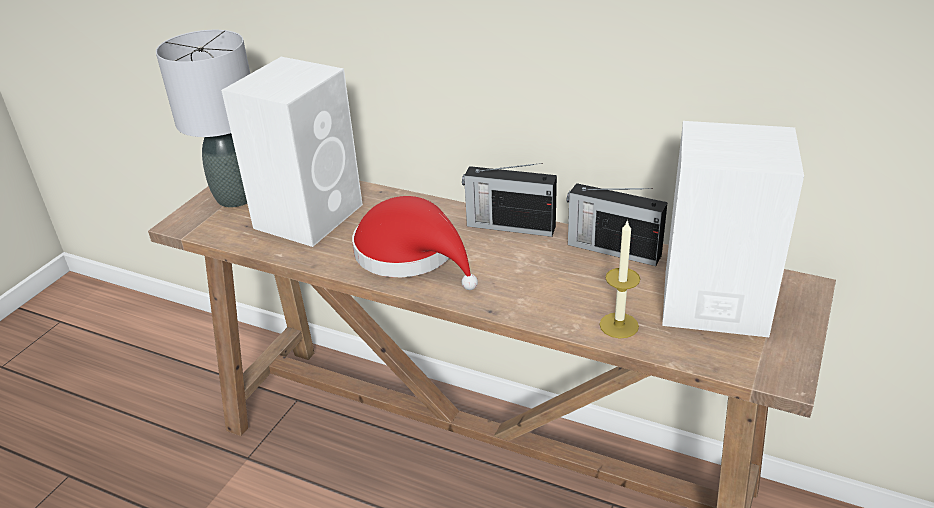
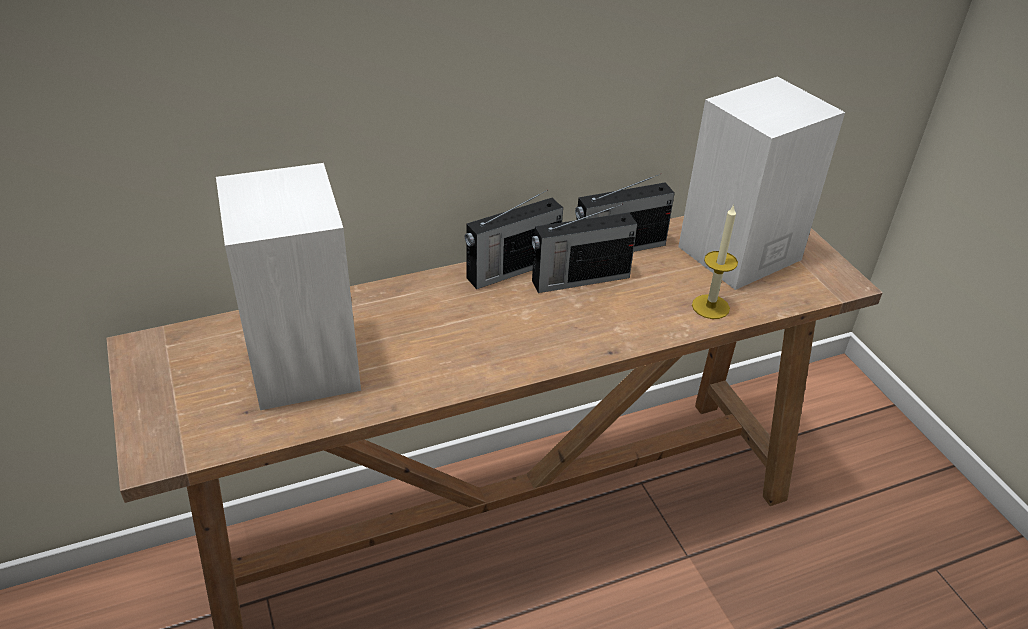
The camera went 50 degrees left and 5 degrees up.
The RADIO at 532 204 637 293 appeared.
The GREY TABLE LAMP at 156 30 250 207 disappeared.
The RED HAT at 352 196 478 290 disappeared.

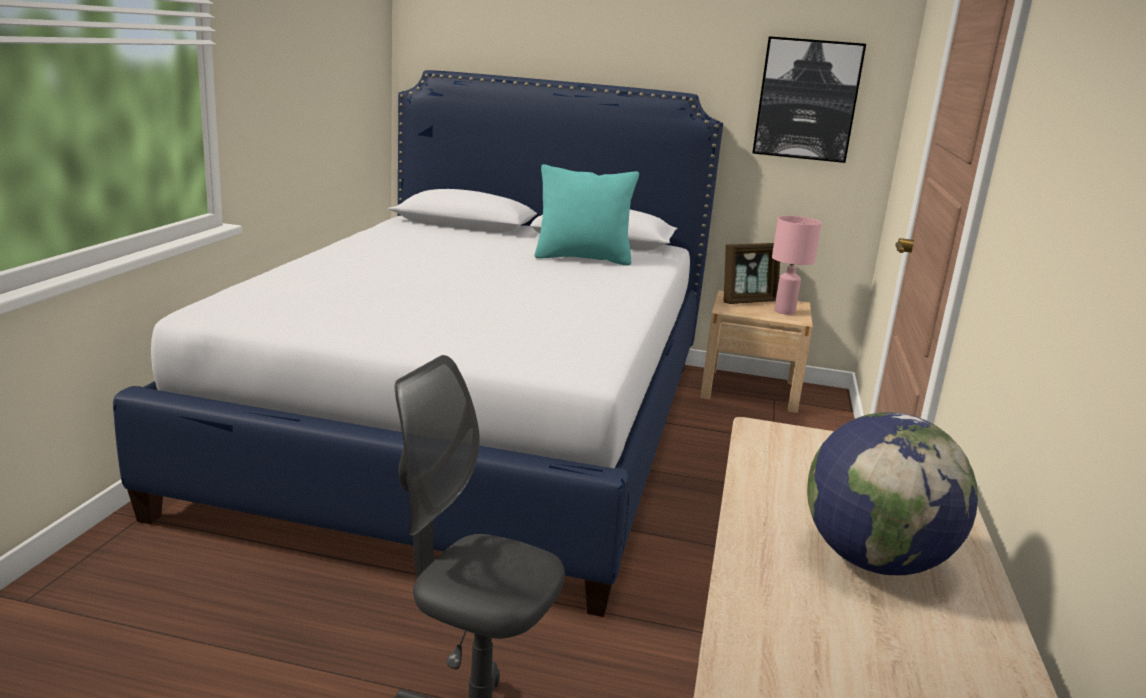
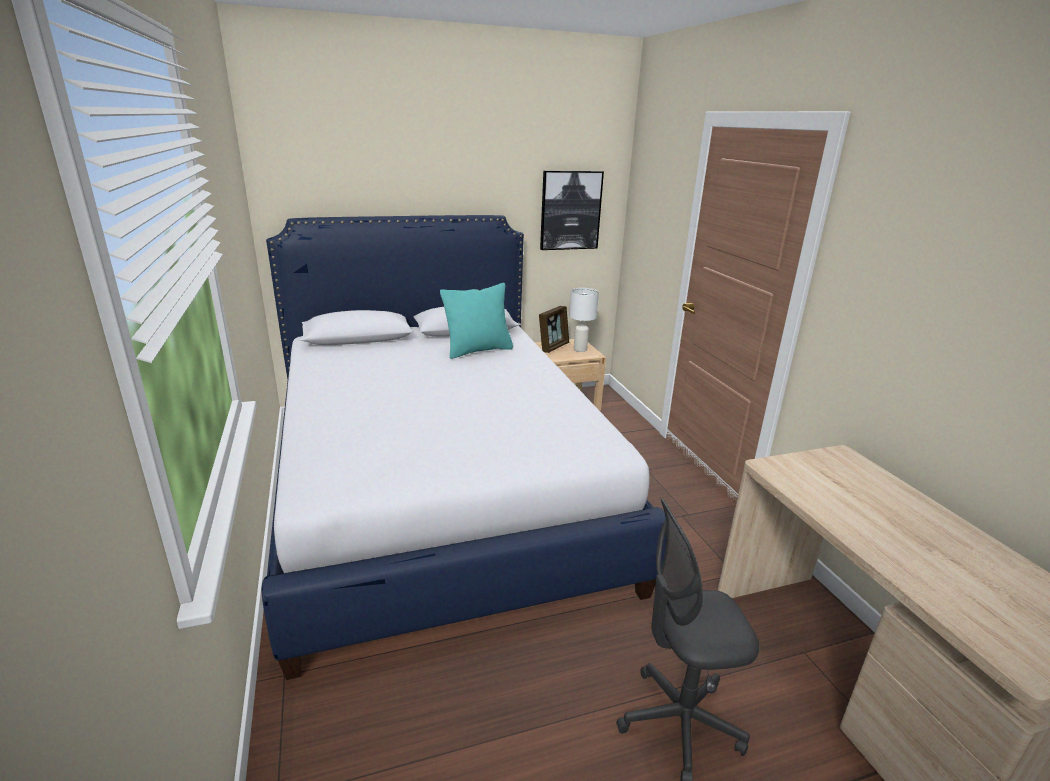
The camera went 30 degrees left and 5 degrees up.
The PINK TABLE LAMP at 772 216 822 315 became the WHITE TABLE LAMP at 569 288 599 352.
The GLOBE at 807 412 978 575 disappeared.

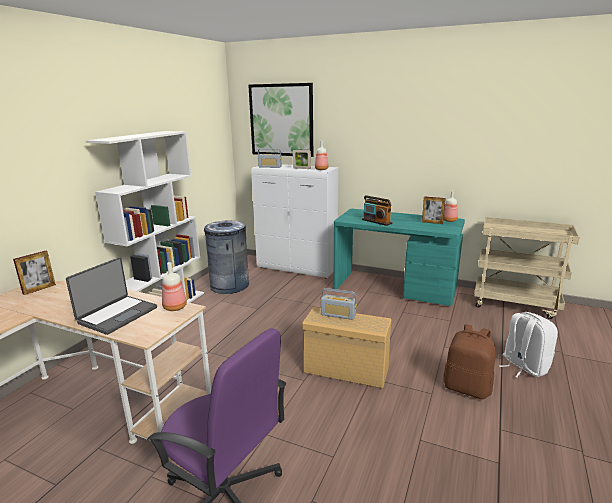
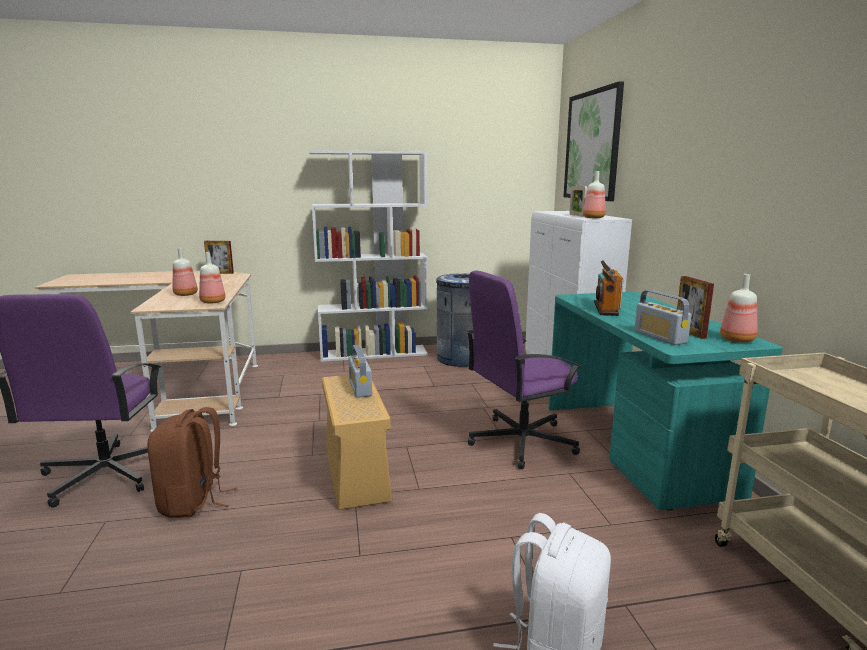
The camera went 55 degrees right and 5 degrees down.
The BROWN BACKPACK moved from 443 324 496 399 to 147 407 237 518.
The LAPTOP at 66 257 157 335 was replaced by the BOTTLE at 173 248 198 296.
The PURPLE OFFICE CHAIR at 466 270 582 469 appeared.
The RADIO moved from 258 148 282 168 to 634 290 692 345.

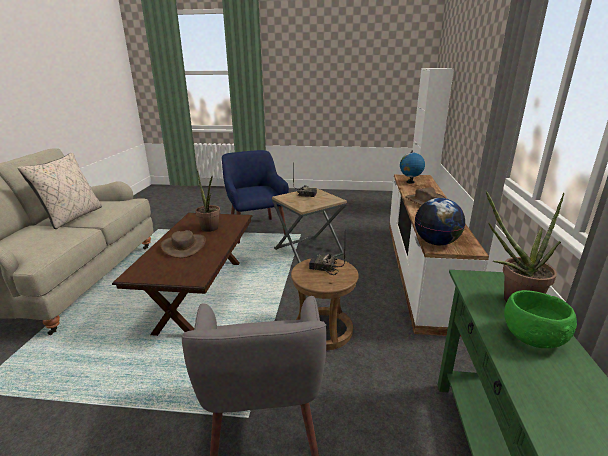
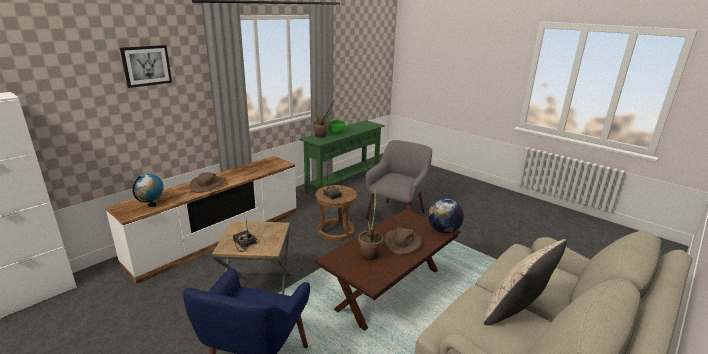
The camera went 145 degrees left and 0 degrees up.
The PICTURE at 120 45 172 88 appeared.
The GLOBE moved from 415 198 465 245 to 428 199 464 233.

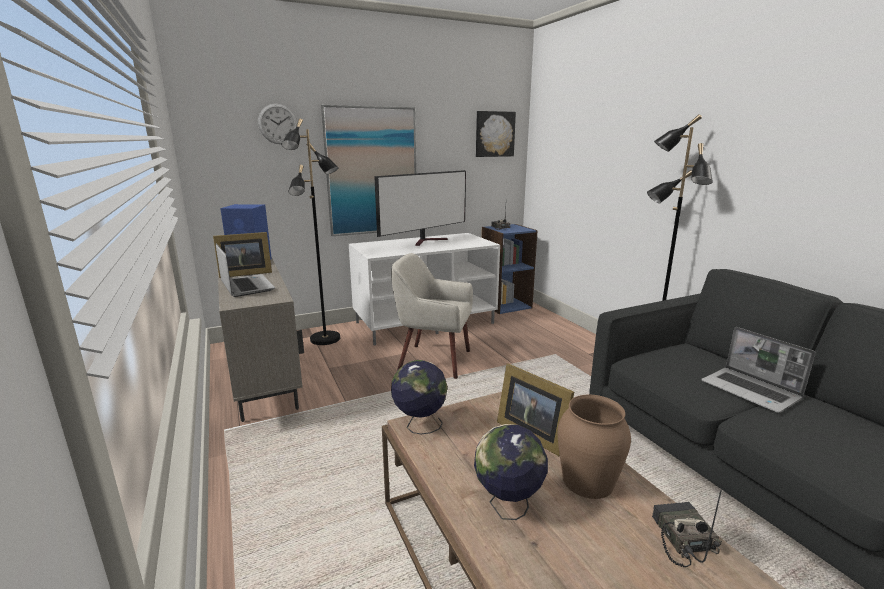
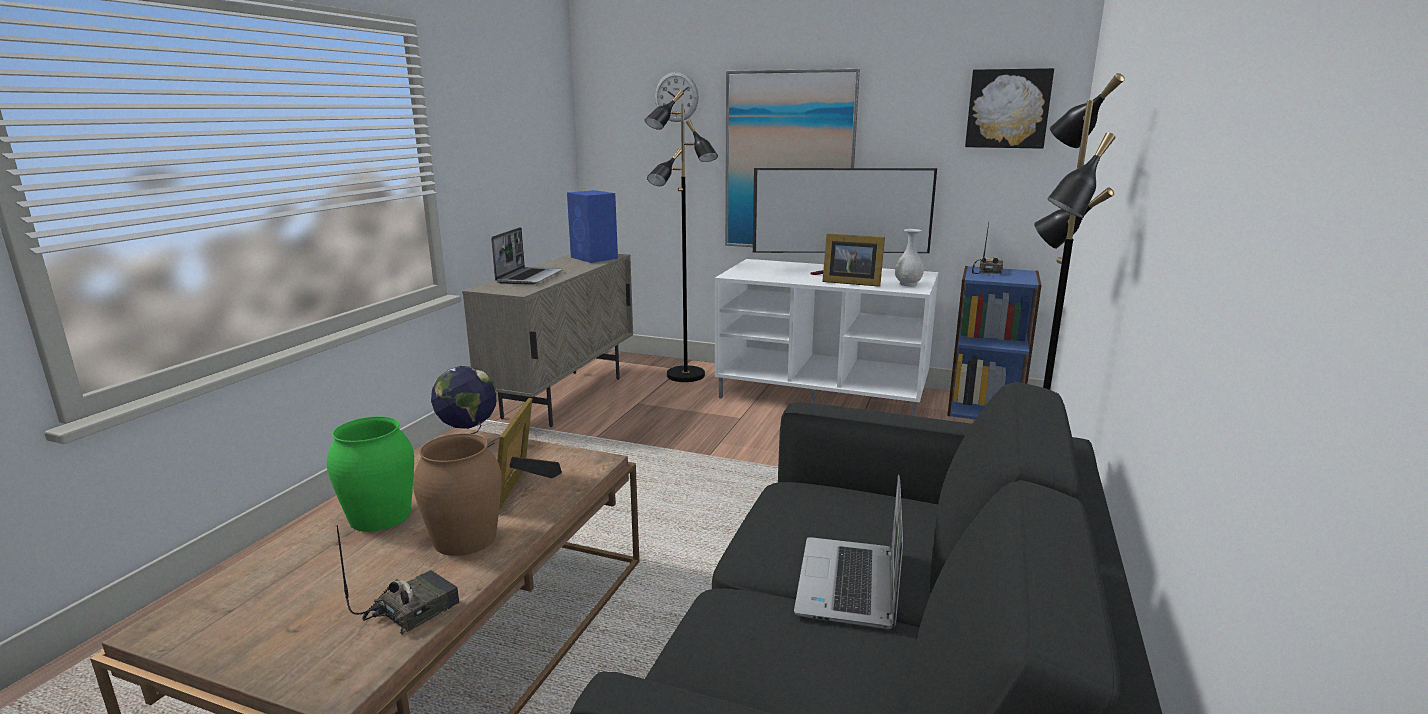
The camera went 45 degrees right and 0 degrees up.
The GLOBE at 474 424 548 520 was replaced by the GREEN VASE at 327 416 414 532.
The PICTURE FRAME moved from 213 232 272 278 to 822 233 885 287.
The WHITE VASE at 895 229 924 286 appeared.
The BEIGE ARMCHAIR at 391 253 473 379 disappeared.

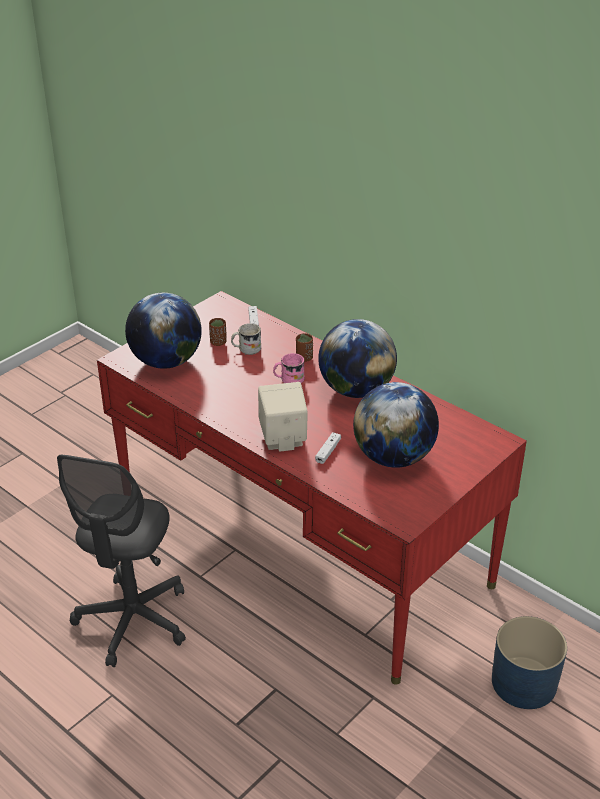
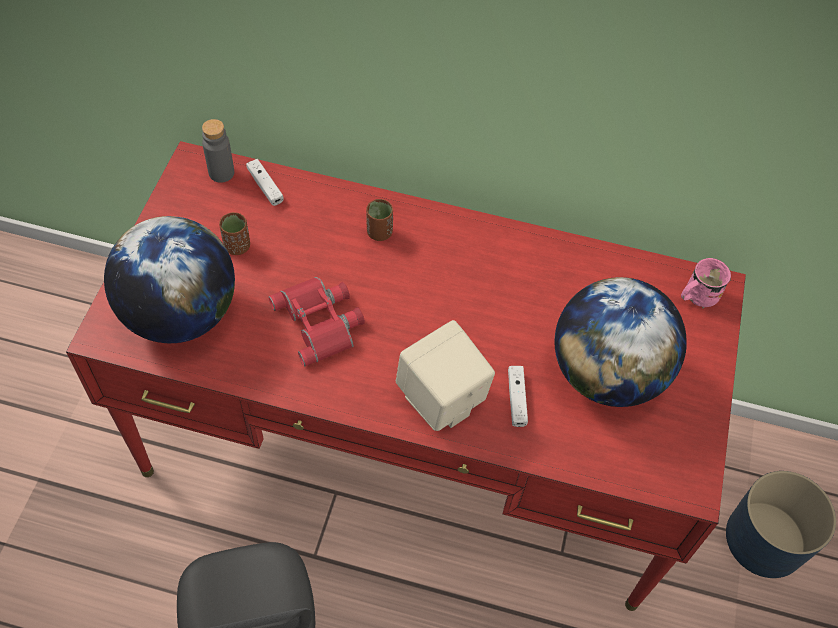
The camera went 30 degrees left and 20 degrees up.
The GREY BOTTLE at 202 119 234 183 appeared.
The RED BINOCULARS at 269 277 365 366 appeared.
The PINK MUG moved from 273 353 304 383 to 681 258 731 309.
The WHITE MUG at 231 323 261 355 disappeared.
The GLOBE at 318 319 397 398 disappeared.

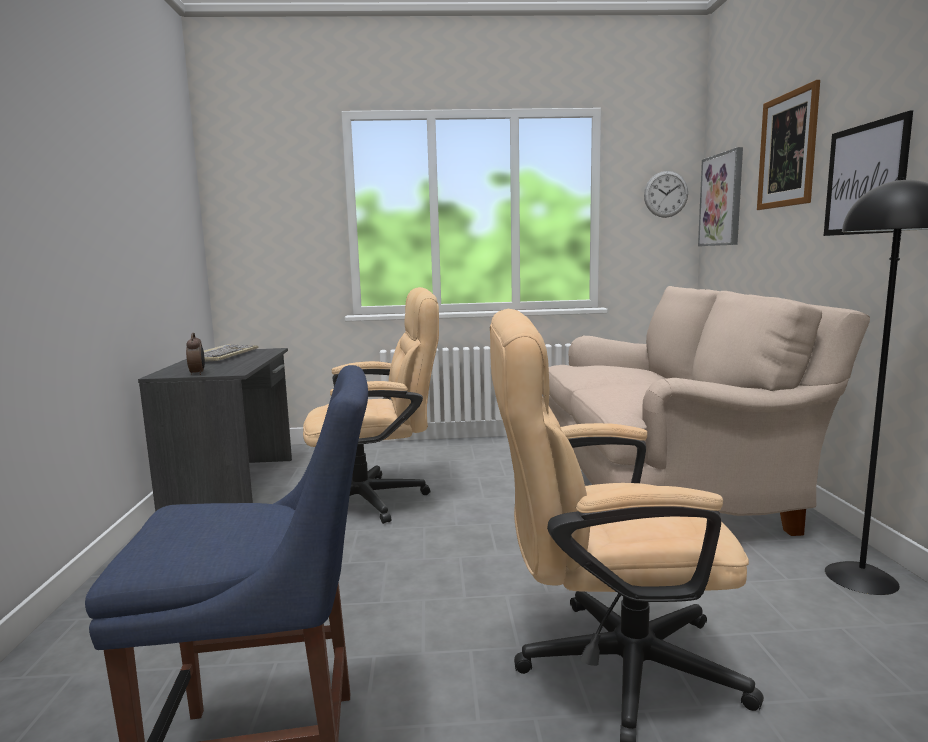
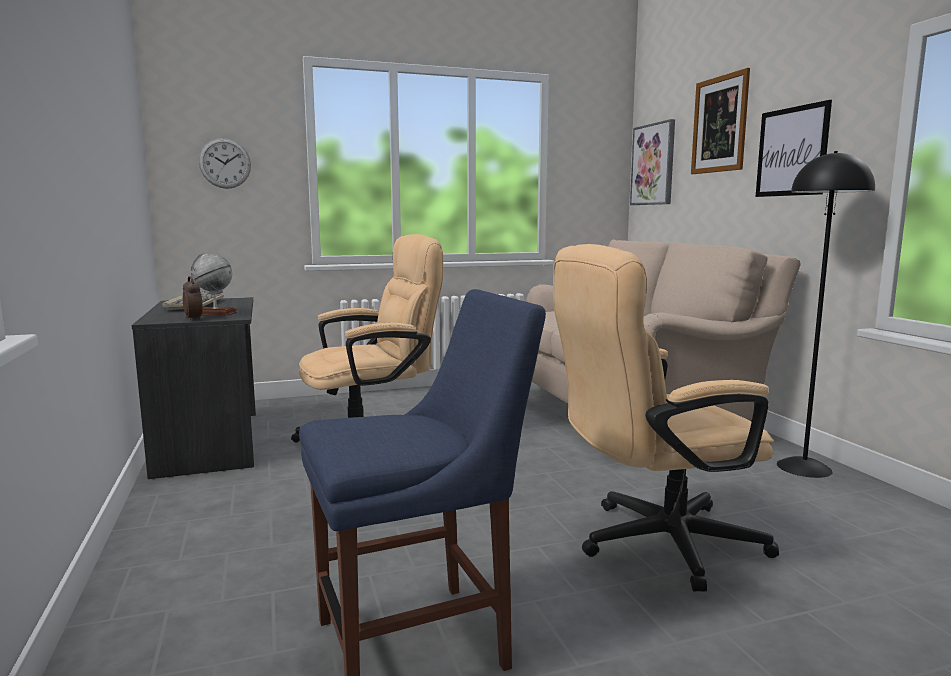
The camera went 15 degrees left and 0 degrees up.
The GLOBE at 191 252 237 316 appeared.
The WALL CLOCK moved from 644 171 688 218 to 199 138 251 189.

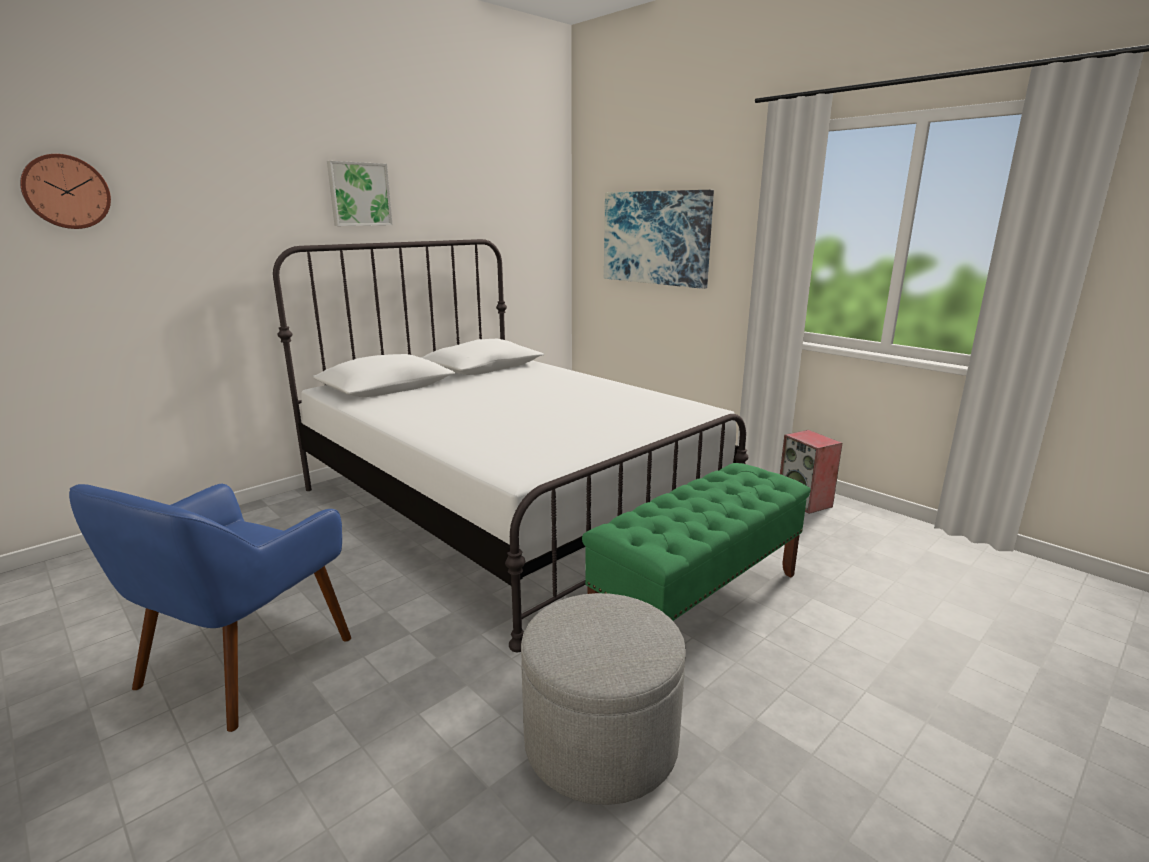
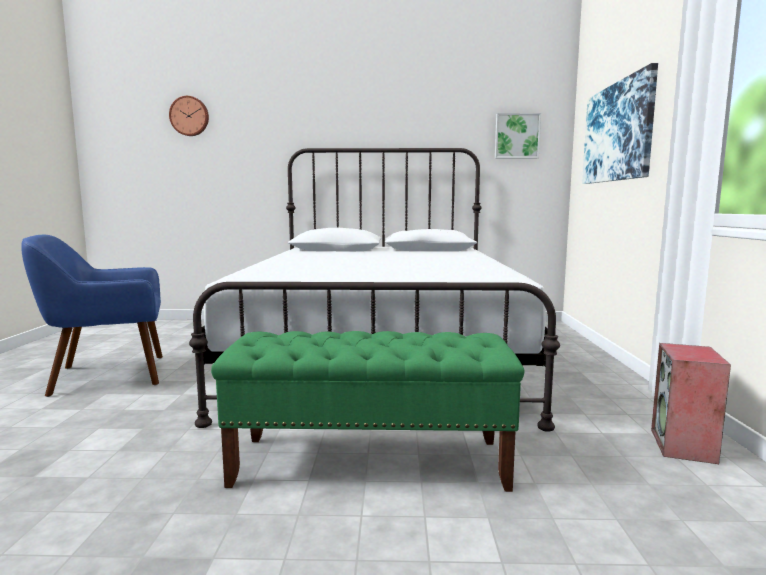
The camera went 45 degrees right and 10 degrees down.
The PICTURE moved from 327 161 393 226 to 495 113 541 159.
The GREY OTTOMAN at 521 593 686 805 disappeared.

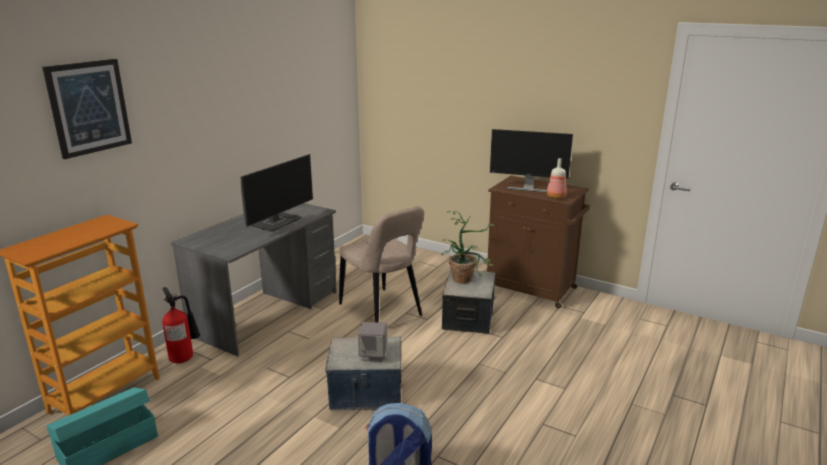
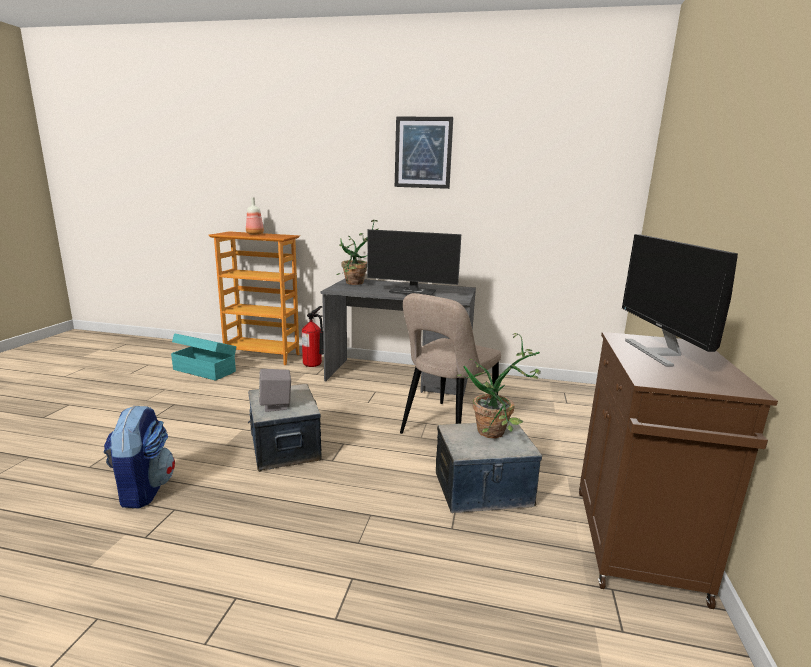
The camera went 70 degrees right and 5 degrees down.
The BOTTLE moved from 547 158 566 199 to 246 197 264 235.
The POTTED PLANT at 337 220 379 285 appeared.
The PICTURE moved from 42 59 132 159 to 395 117 454 189.

